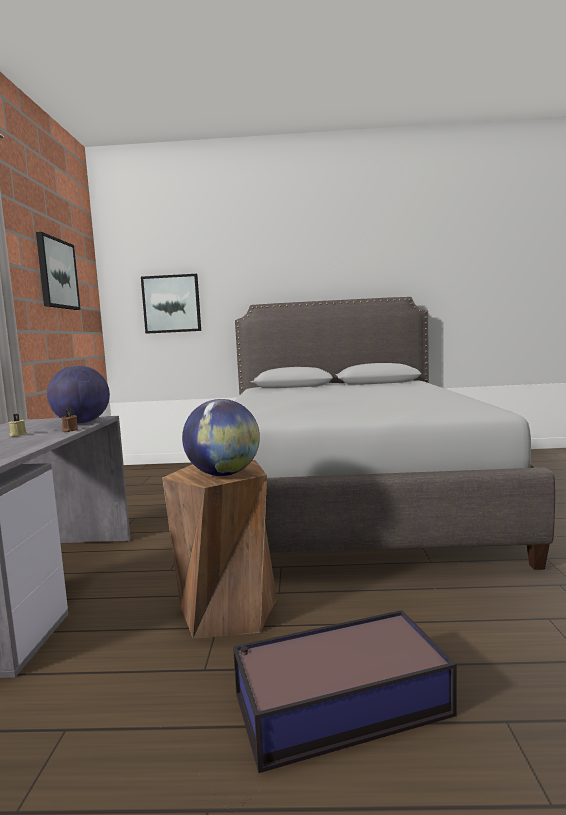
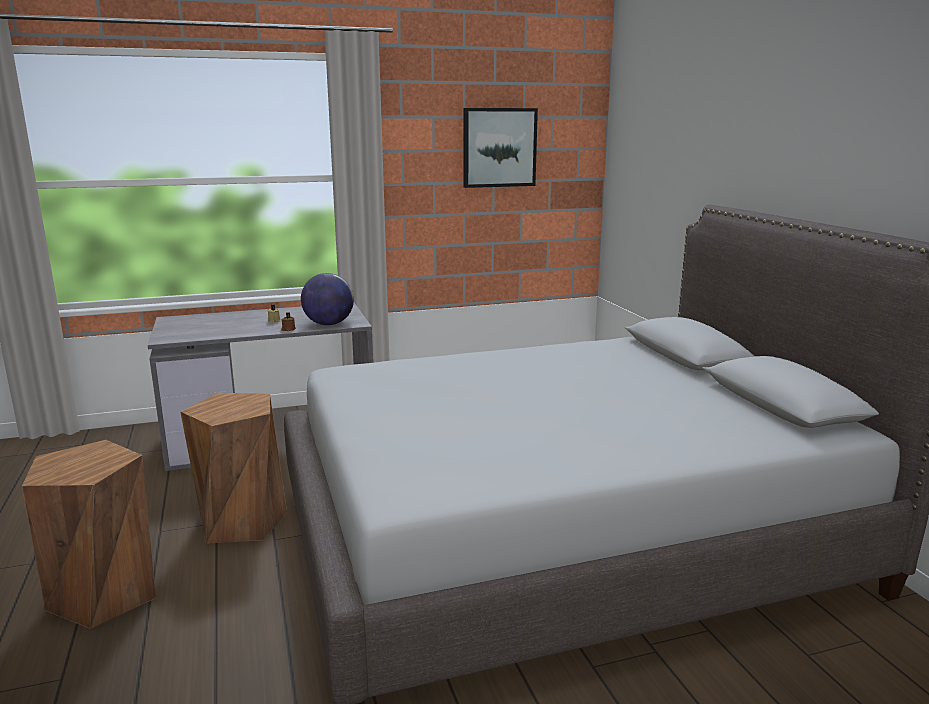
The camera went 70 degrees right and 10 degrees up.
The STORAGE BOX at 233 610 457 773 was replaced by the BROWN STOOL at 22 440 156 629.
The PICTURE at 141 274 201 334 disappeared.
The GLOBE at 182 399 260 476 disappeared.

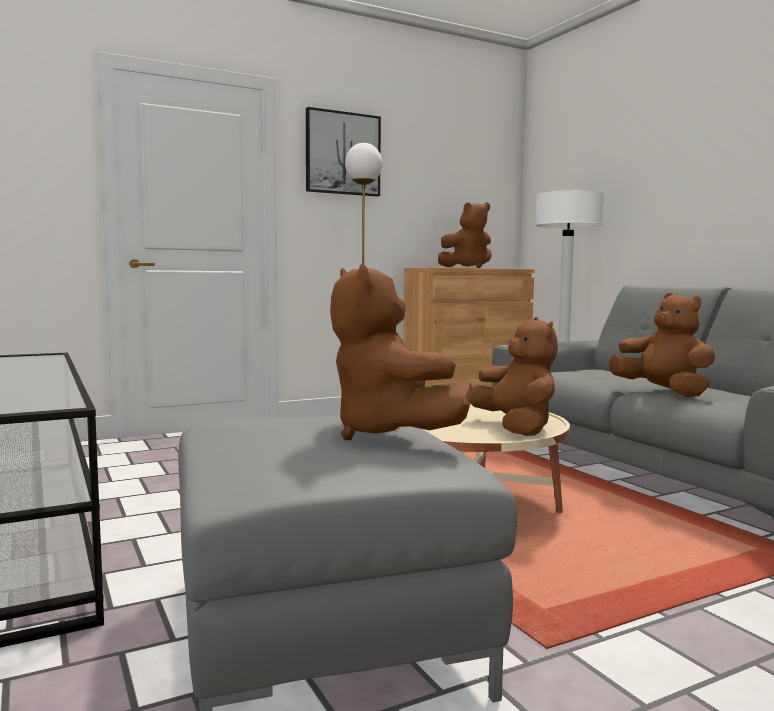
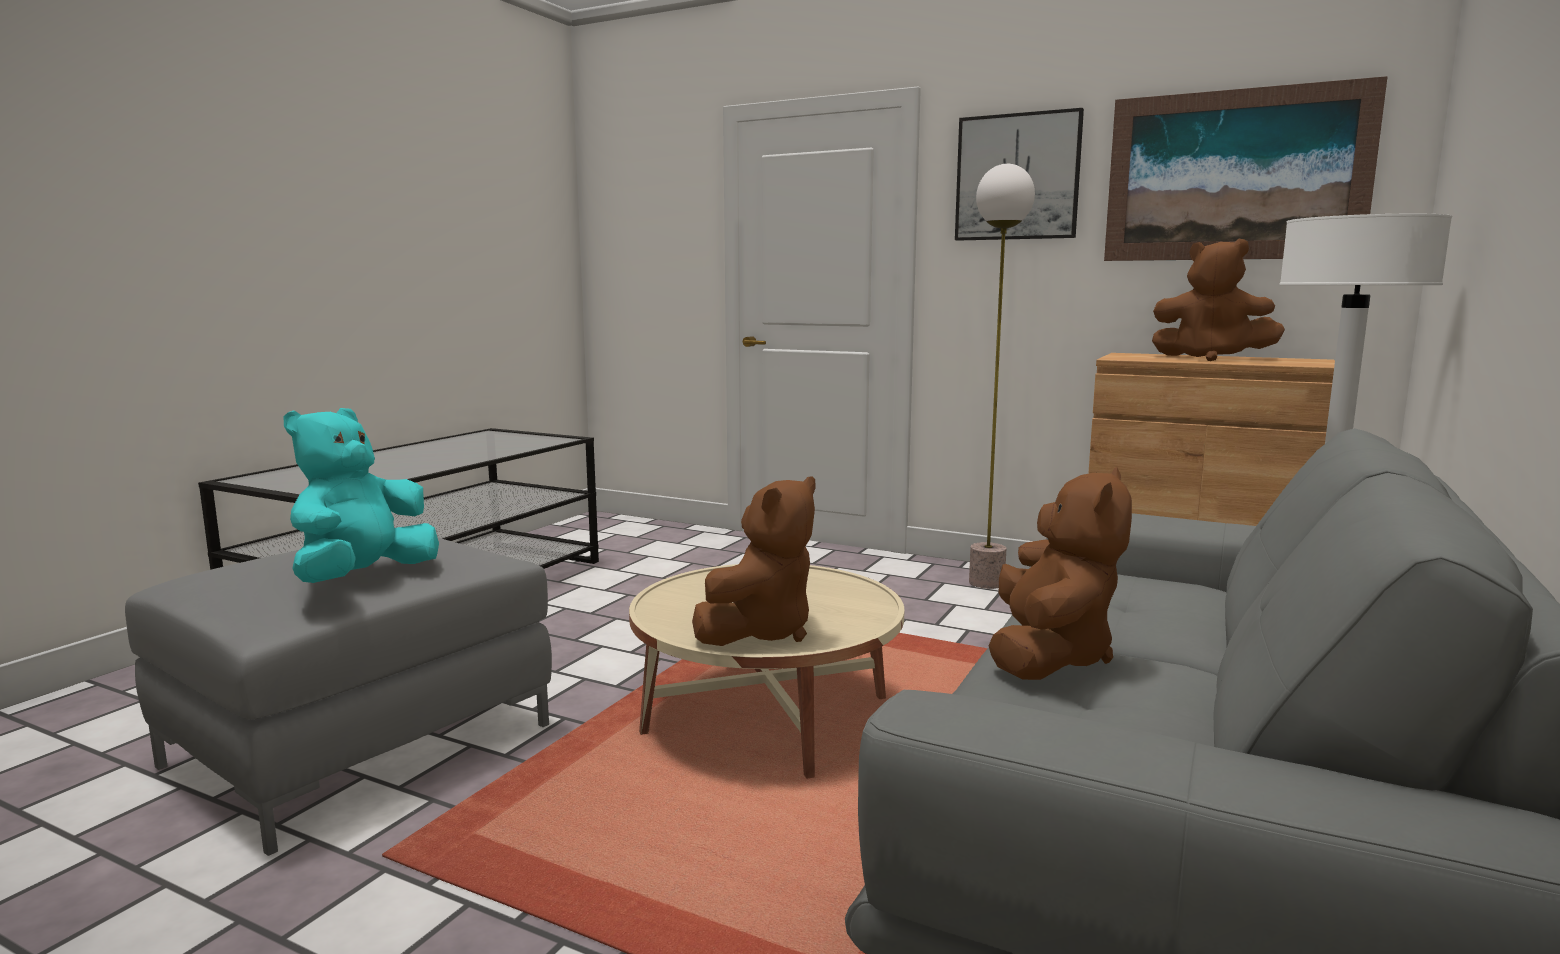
The camera went 55 degrees right and 5 degrees up.
The BROWN PLUSH TOY at 330 264 472 440 became the TURQUOISE PLUSH TOY at 284 408 439 583.
The PICTURE at 1104 76 1388 261 appeared.

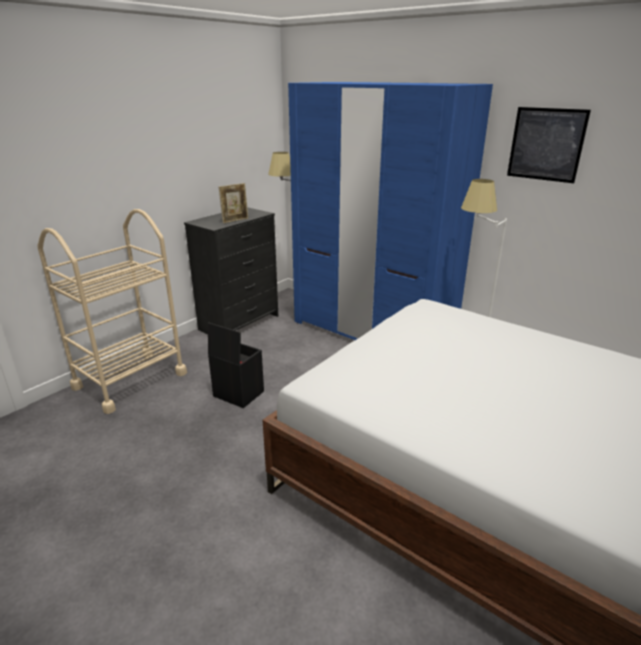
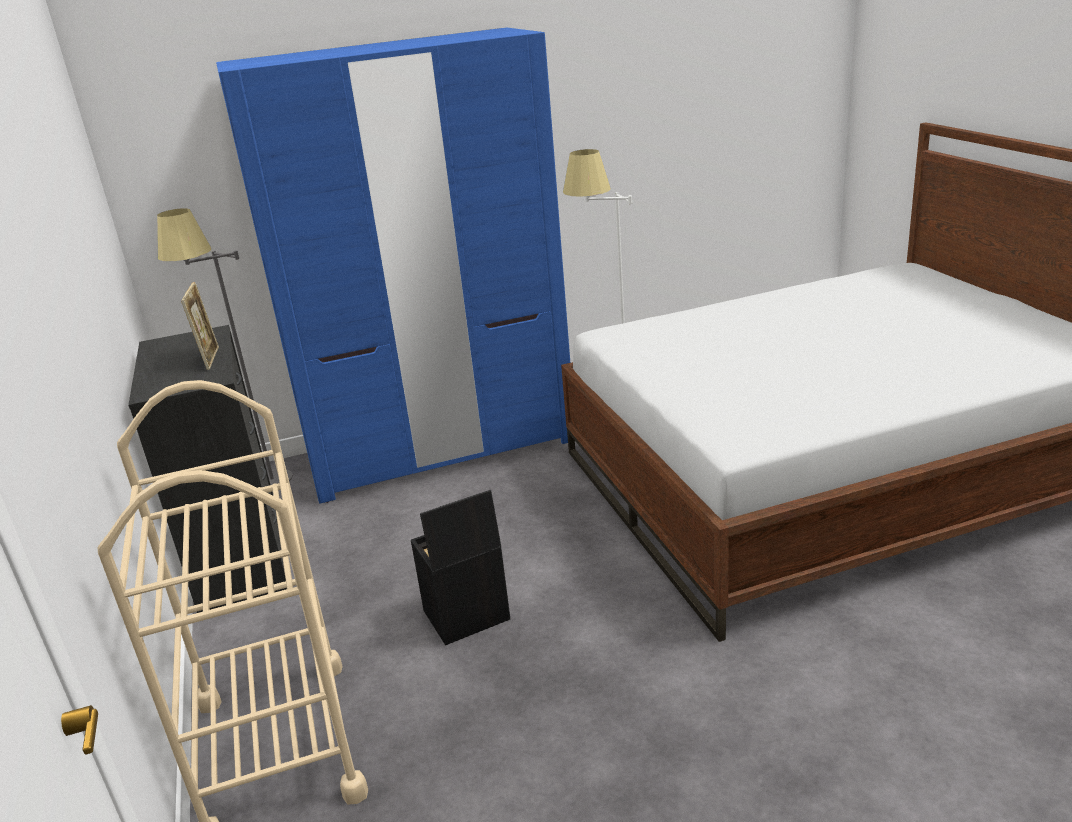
The camera went 55 degrees left and 0 degrees up.
The PICTURE at 507 107 591 183 disappeared.

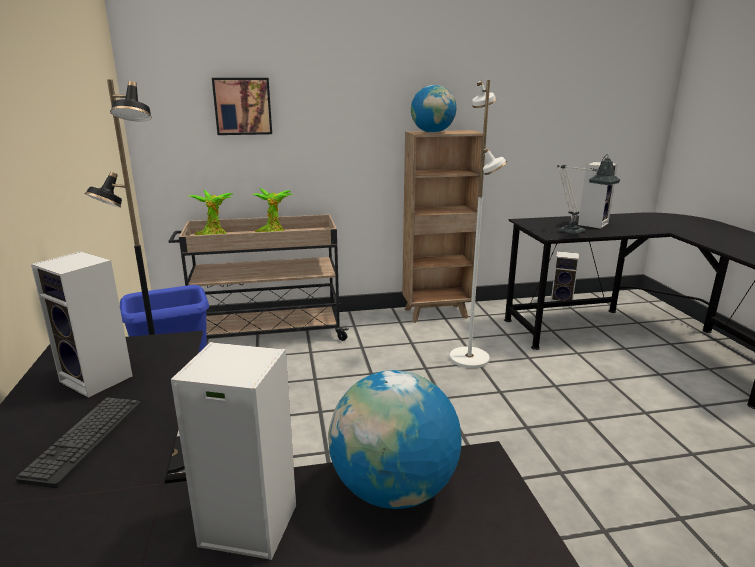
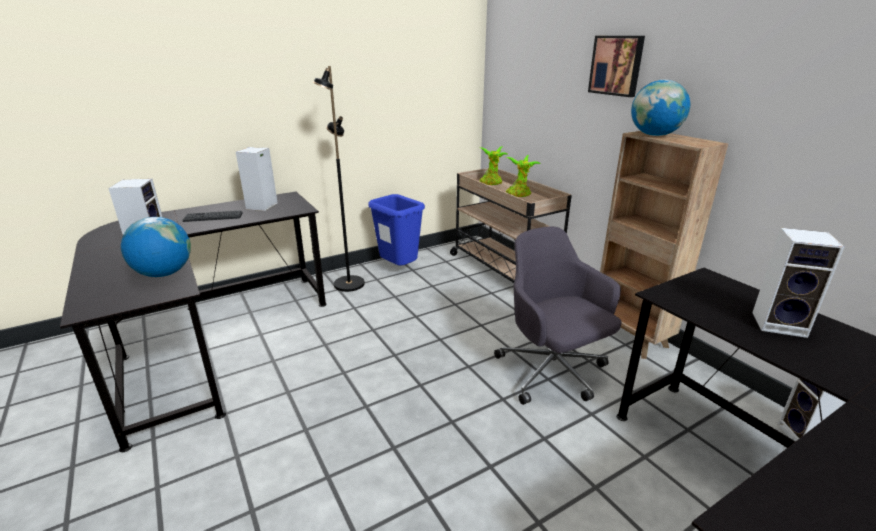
The camera went 70 degrees right and 5 degrees up.
The WHITE FLOOR LAMP at 450 80 507 368 was replaced by the GREY OFFICE CHAIR at 494 227 622 405.
The PICTURE moved from 212 78 272 135 to 588 36 645 97.
The TABLE LAMP at 557 154 620 235 disappeared.

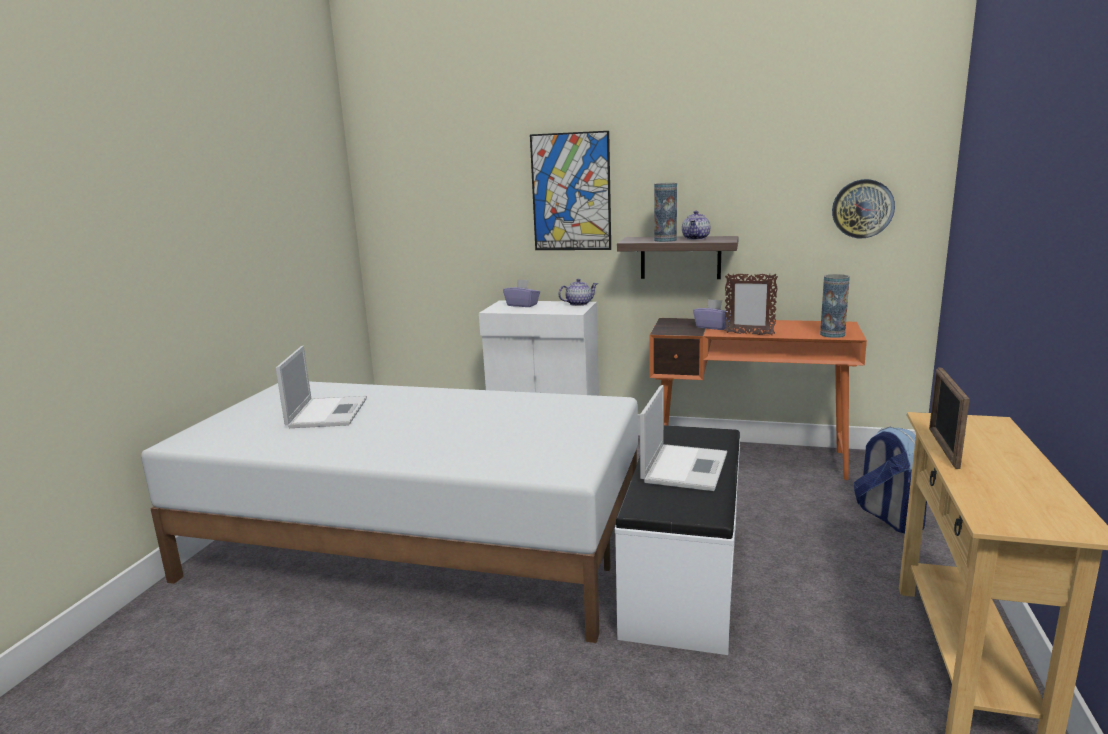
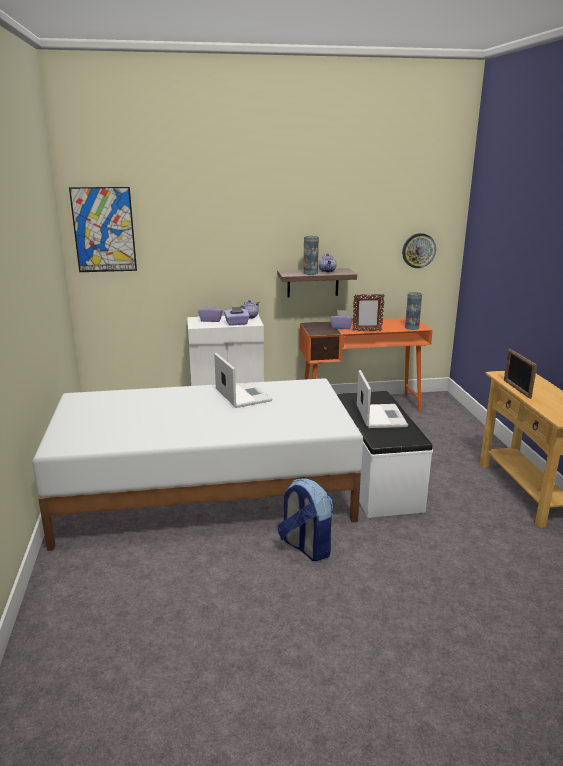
The camera went 25 degrees left and 5 degrees up.
The PICTURE moved from 530 131 611 250 to 69 187 137 272.
The LAPTOP moved from 276 346 367 428 to 214 353 272 408.
The PURPLE TISSUE BOX at 224 307 249 326 appeared.
The BACKPACK moved from 854 427 927 533 to 277 479 333 561.

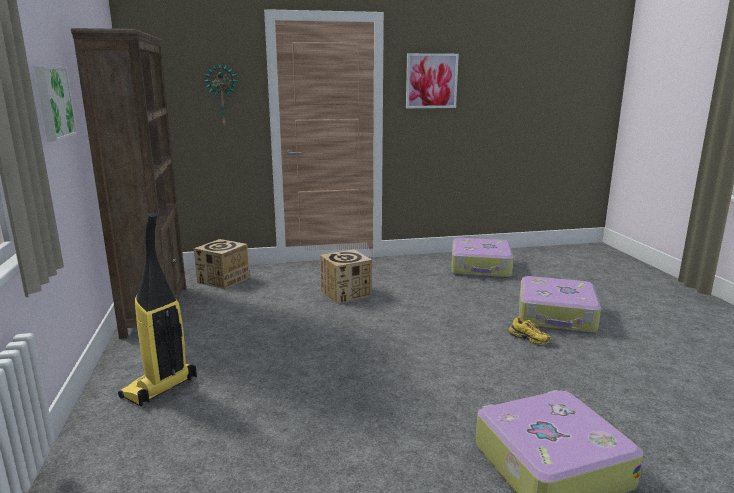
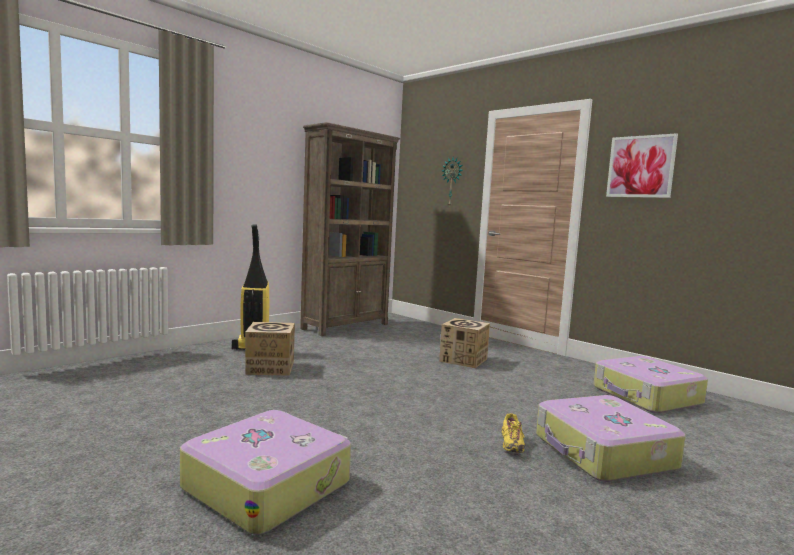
The camera went 55 degrees right and 10 degrees down.
The CARDBOARD BOX moved from 194 239 250 289 to 245 322 295 376.
The PICTURE at 34 66 78 142 disappeared.

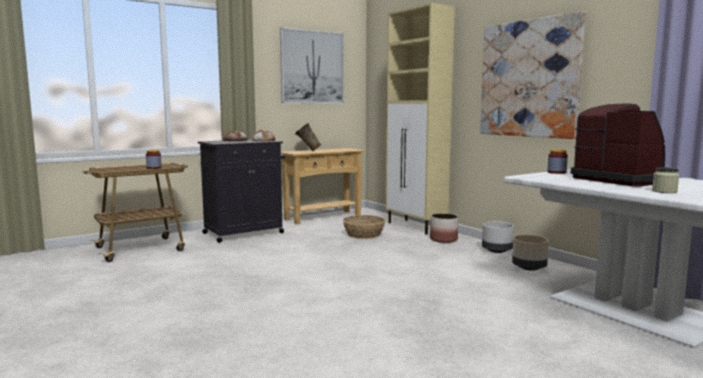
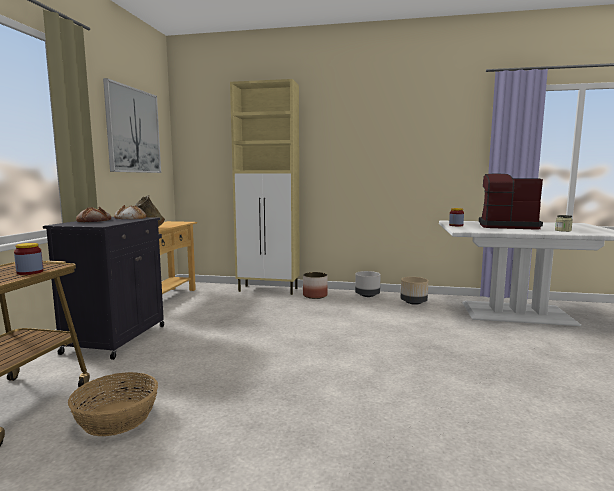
The camera went 45 degrees left and 0 degrees up.
The BASKET moved from 343 215 385 239 to 68 372 158 436.
The PICTURE at 480 11 586 139 disappeared.

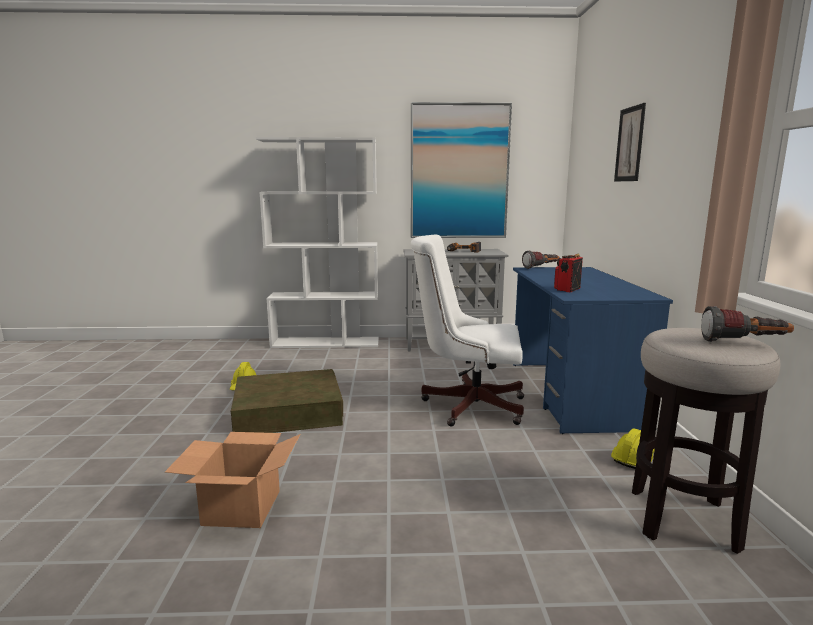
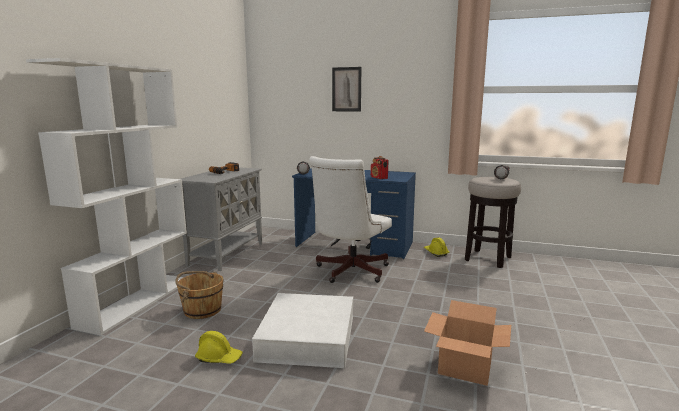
The camera went 70 degrees left and 0 degrees up.
The BROWN BUCKET at 175 271 223 319 appeared.
The BROWN STORAGE BOX at 230 369 343 433 became the WHITE STORAGE BOX at 252 293 353 368.
The PICTURE at 411 102 512 238 disappeared.

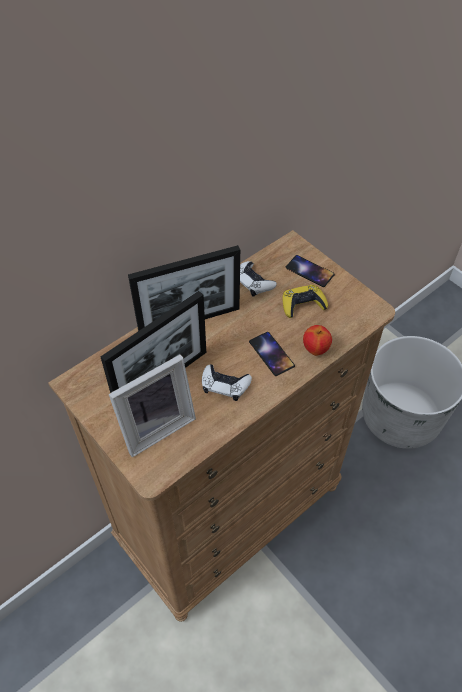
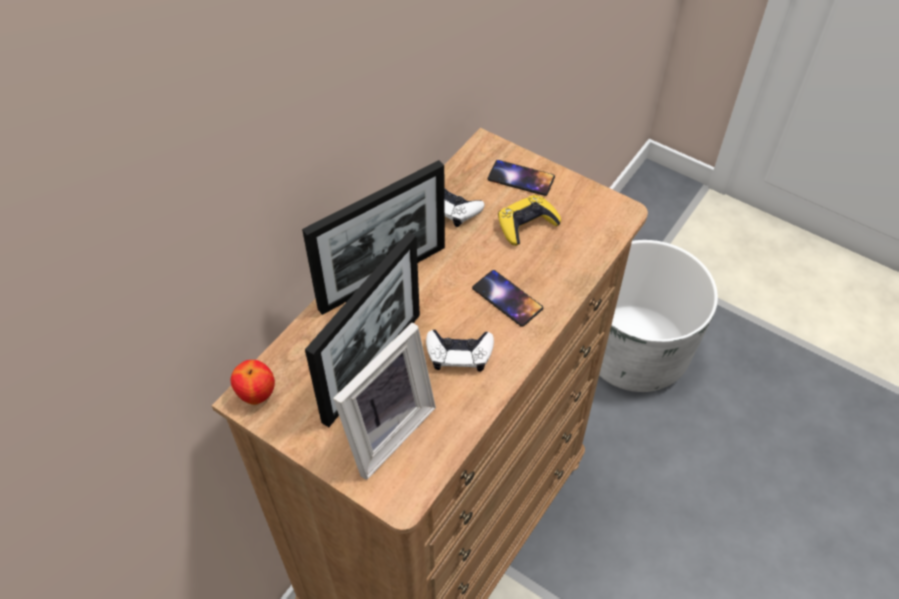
The camera went 15 degrees left and 0 degrees up.
The APPLE moved from 303 325 332 356 to 231 360 275 405.

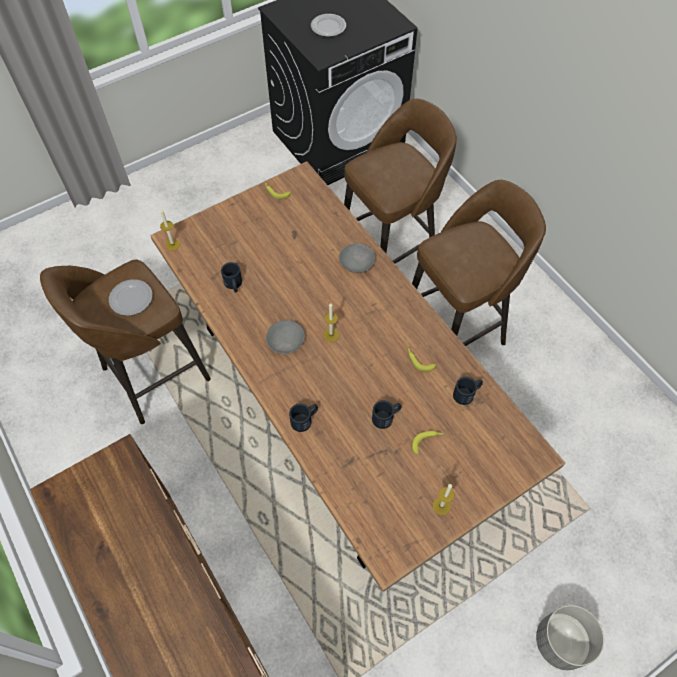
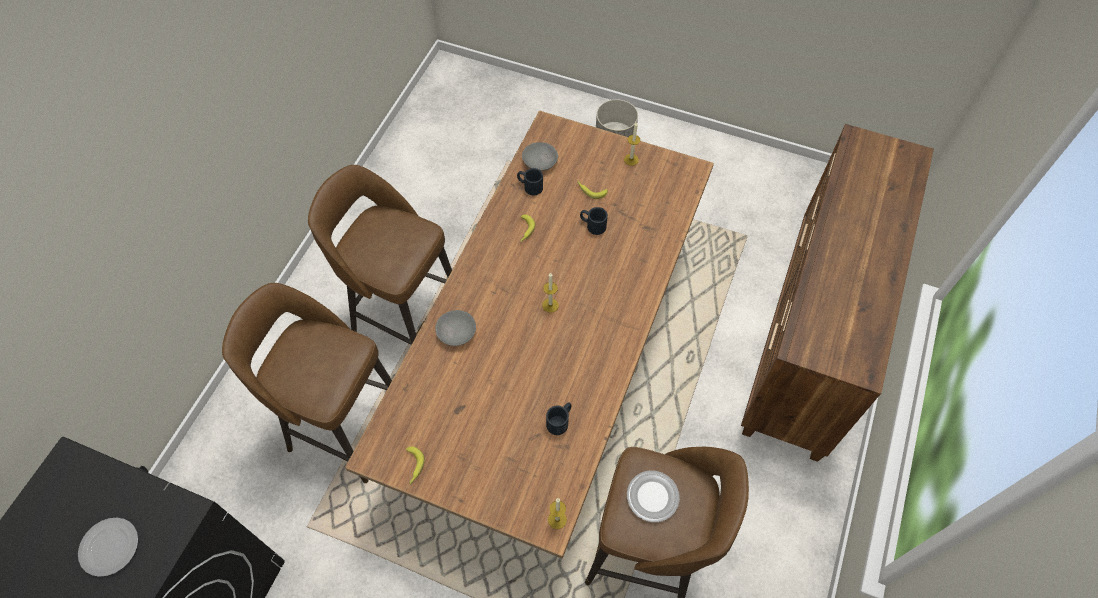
The camera went 125 degrees left and 0 degrees up.
The GREY BOWL moved from 266 320 305 354 to 522 142 558 171.
The BLACK MUG at 289 403 318 432 disappeared.

